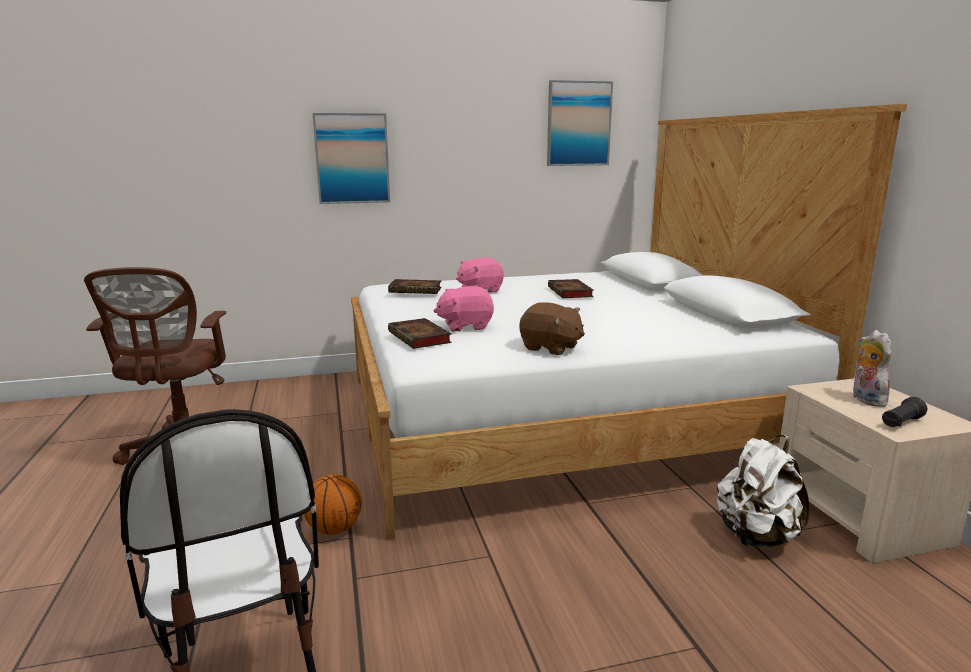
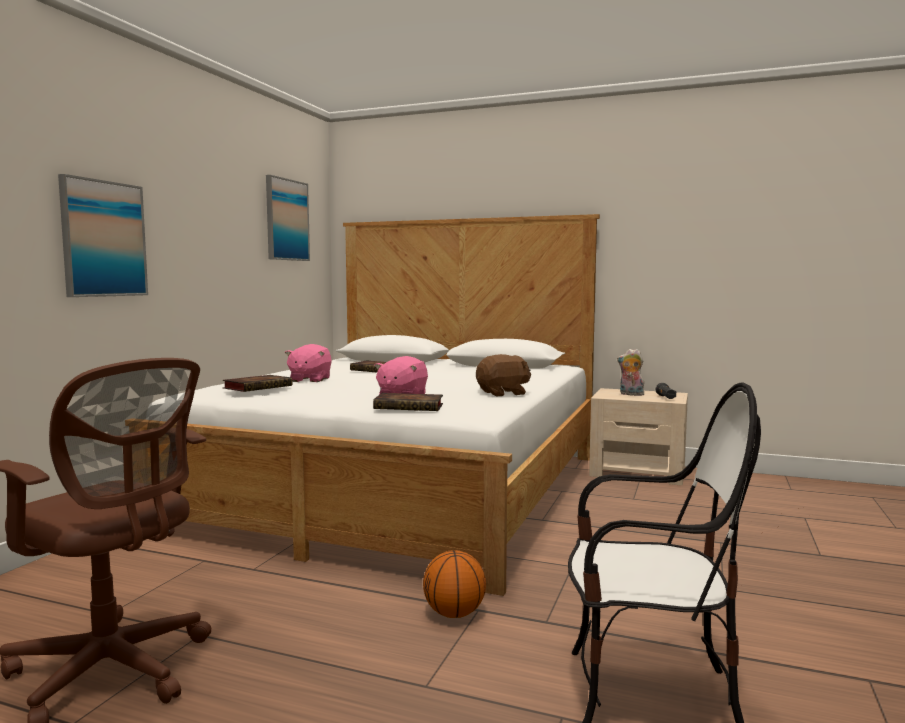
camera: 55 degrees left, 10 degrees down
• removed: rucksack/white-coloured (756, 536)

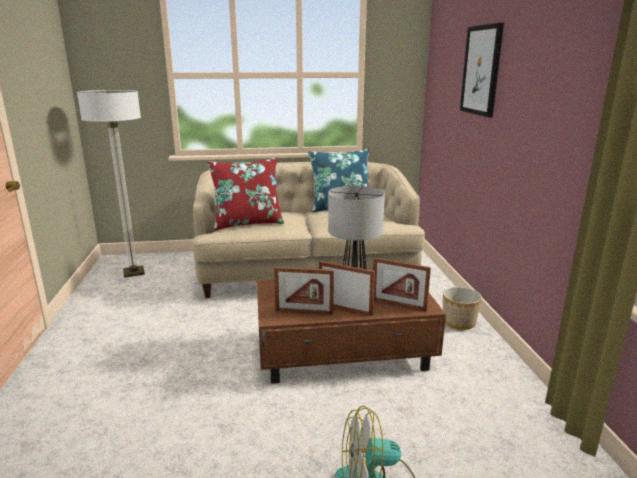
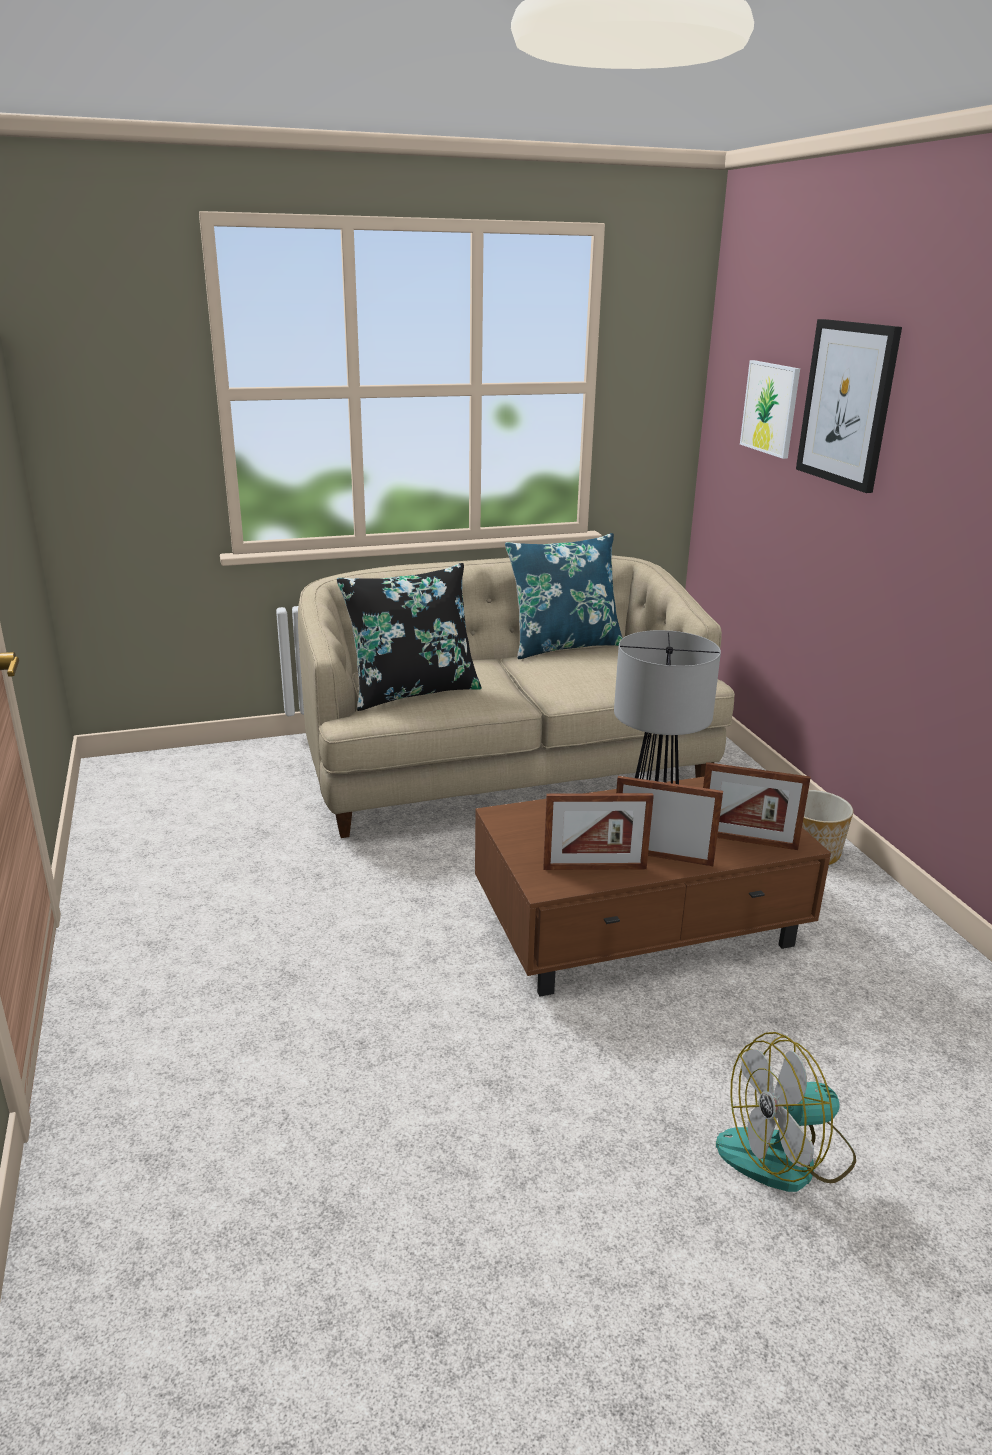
camera: 10 degrees left, 5 degrees up
• removed: standing lamp (134, 272)
• recoloured: throw pillow/reddish (247, 223) to throw pillow/blackish (412, 691)
• added: wall art (770, 408)

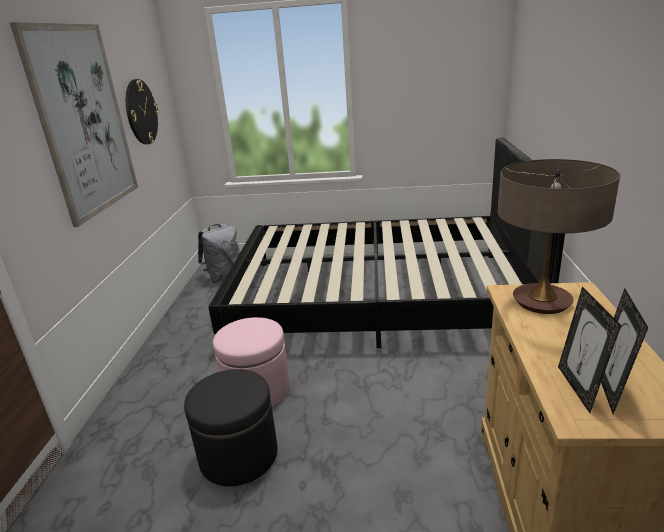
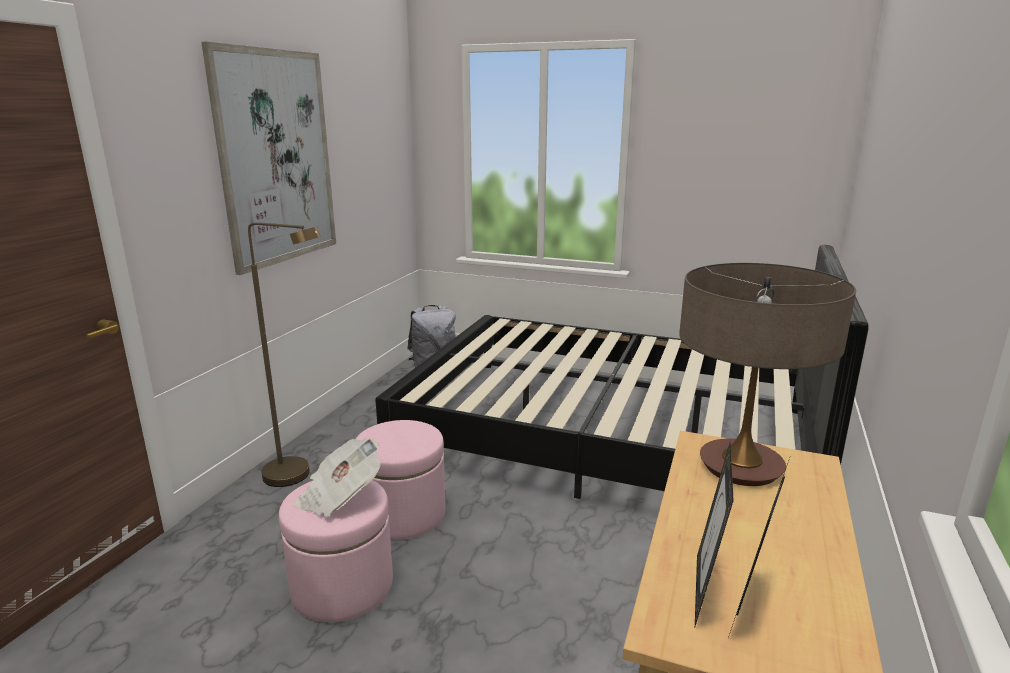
camera: 15 degrees right, 5 degrees down
• removed: clock on the wall (141, 112)
• recoloured: footrest/blackish (239, 455) to footrest/pink-coloured (342, 586)
• added: standing lamp/brown (298, 476)
• added: daily paper (339, 496)

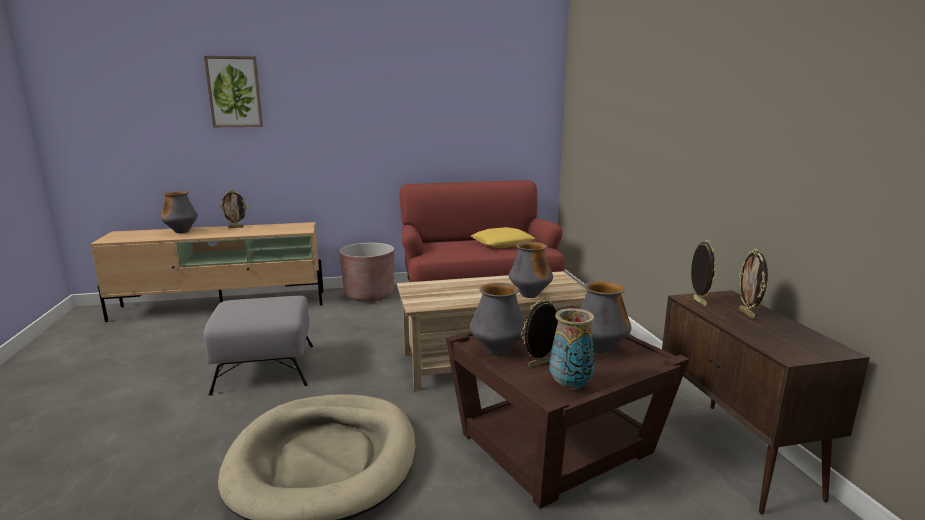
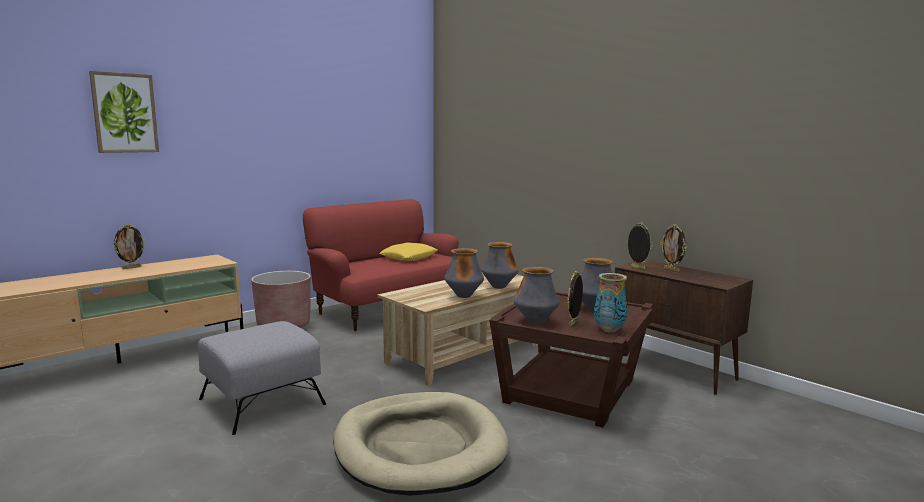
camera: 30 degrees left, 5 degrees down
• moved: flower vase (181, 232) to (464, 296)

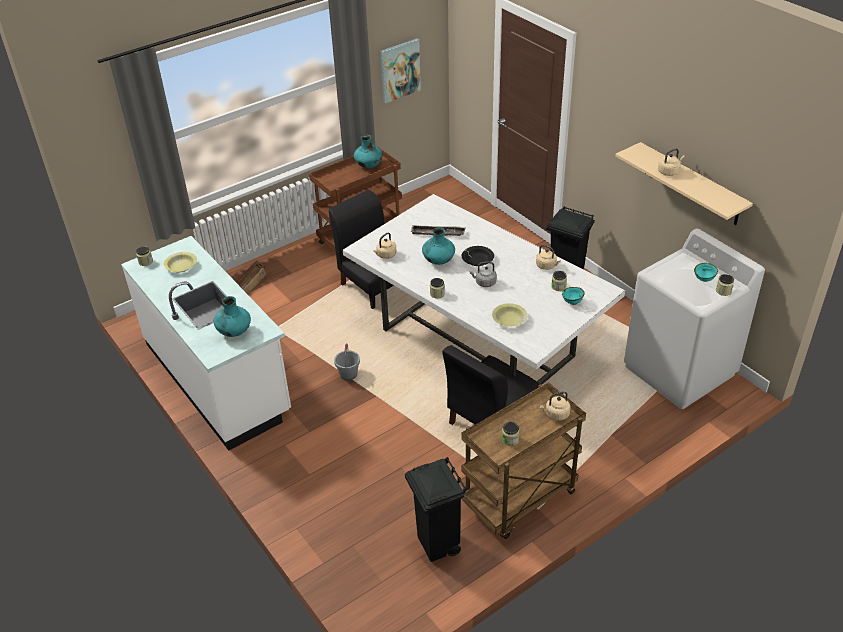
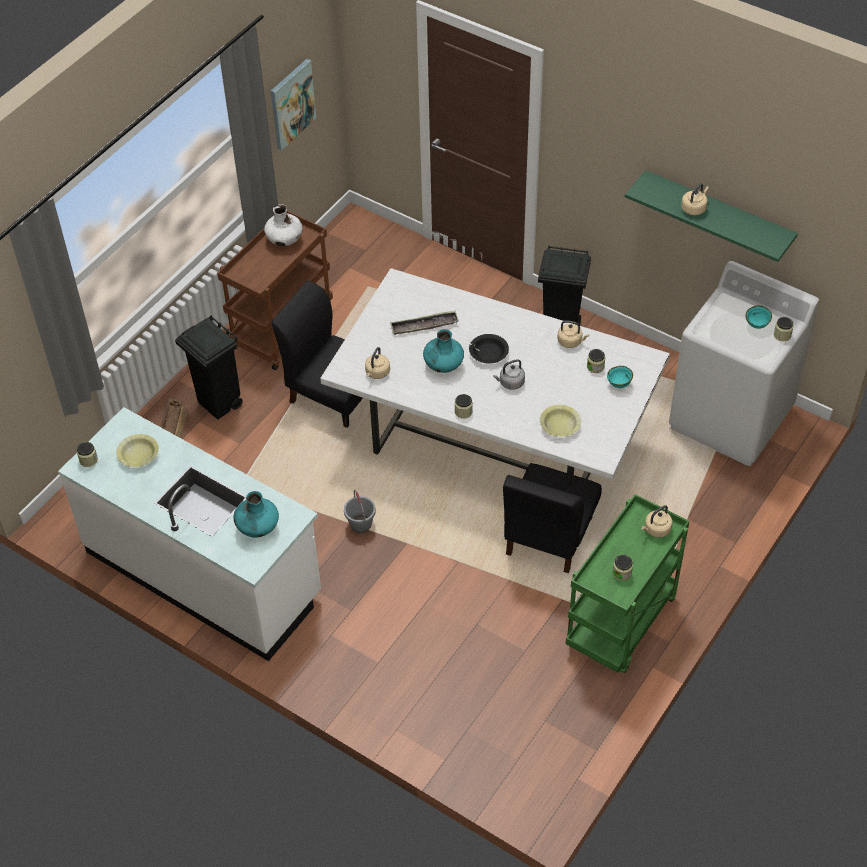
camera: 20 degrees left, 10 degrees up
• recoloured: flower vase/blue-green (369, 165) to flower vase/white-coloured (285, 240)
• recoloured: wall shelf/sand-coloured (691, 184) to wall shelf/greenish (718, 214)
• recoloured: cart/brown (519, 501) to cart/greenish (621, 625)
• moved: trash can/blackish (438, 545) to (219, 404)

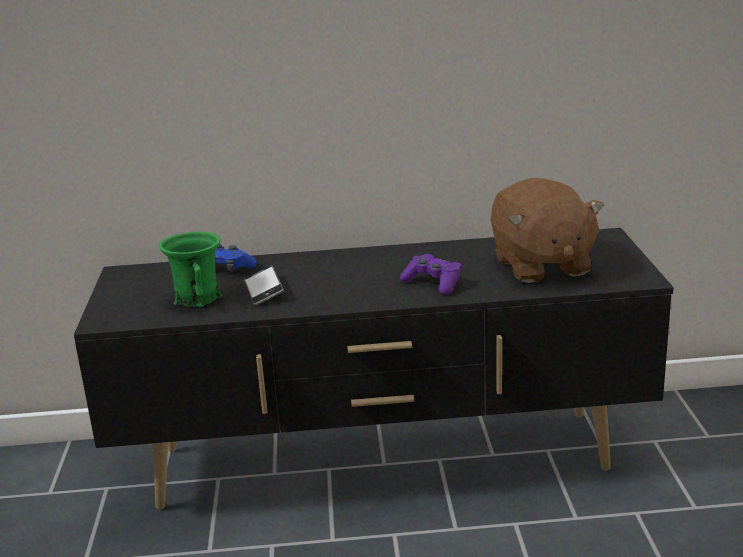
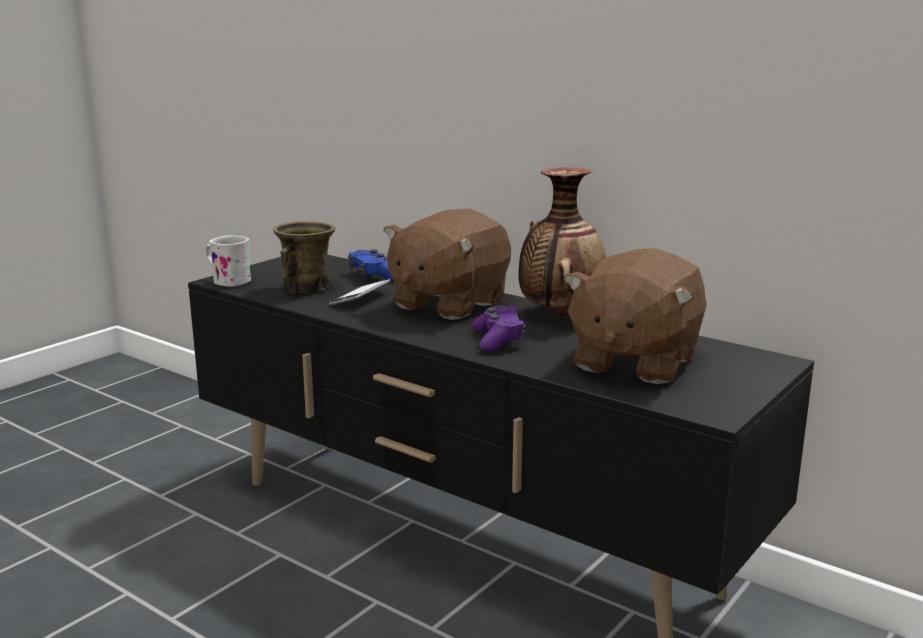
camera: 40 degrees right, 5 degrees down
• recoloured: coffee mug/greenish (198, 298) to coffee mug/brown (307, 287)
• added: flower vase (560, 314)
• added: cuddly toy/brown (448, 304)
• added: coffee mug/white-coloured (227, 281)

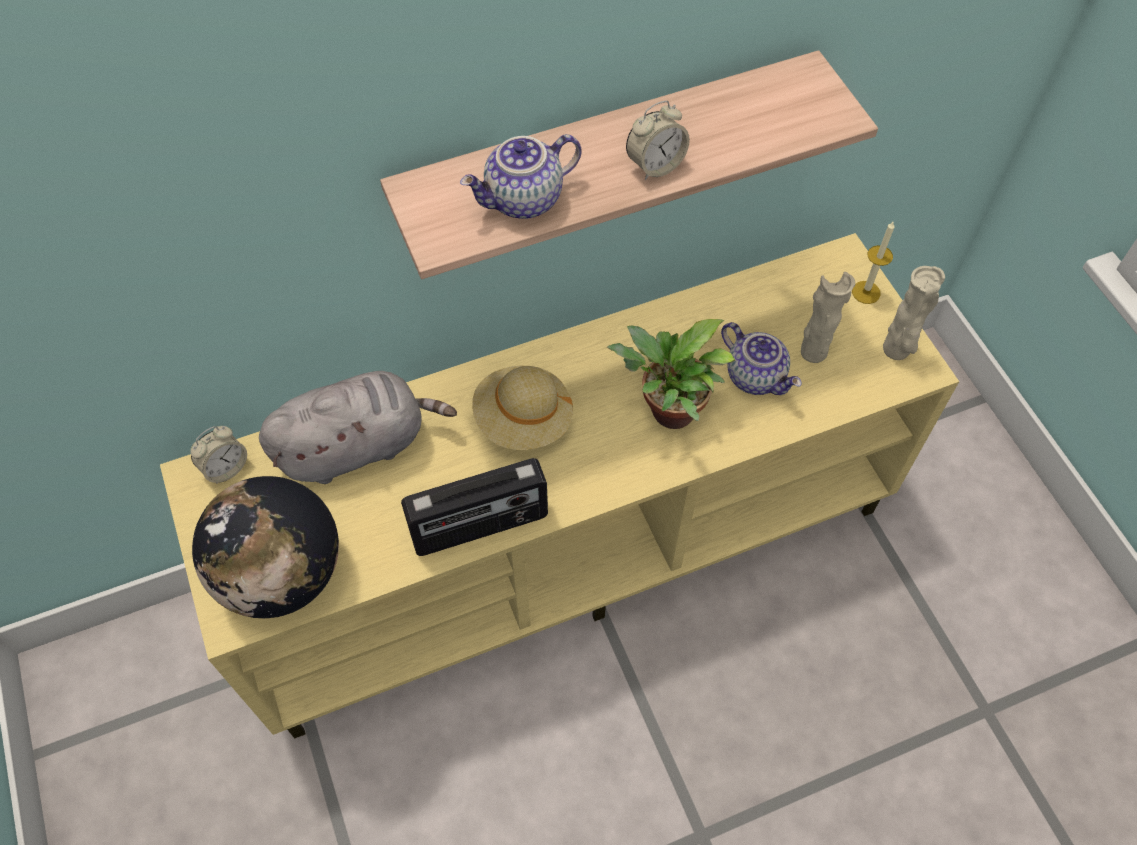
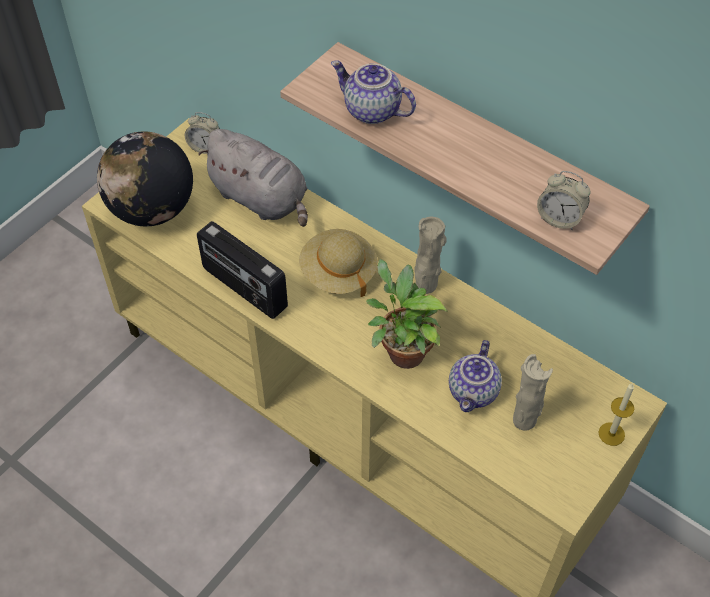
camera: 60 degrees right, 5 degrees down
• moved: alarm clock (655, 165) to (559, 218)
• moved: flower vase/sand-coloured (897, 351) to (425, 286)

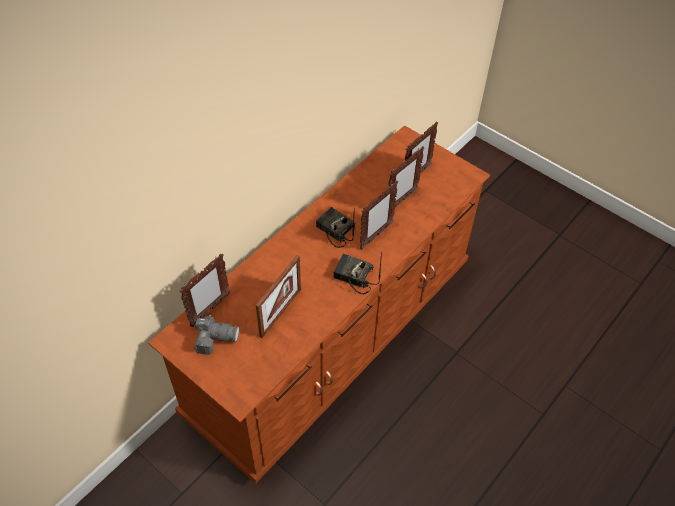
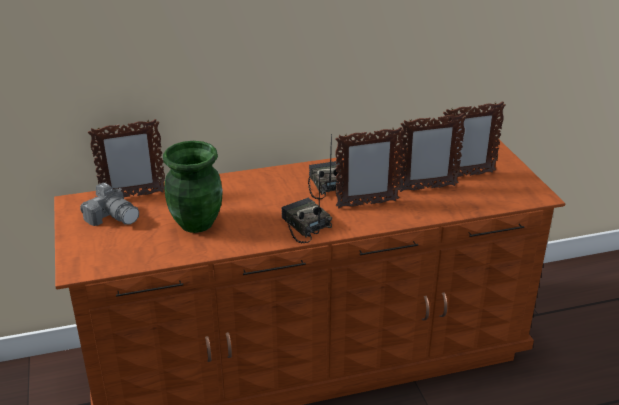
camera: 35 degrees right, 20 degrees down
• replaced: standing frame (280, 312) to flower vase/greenish (196, 223)

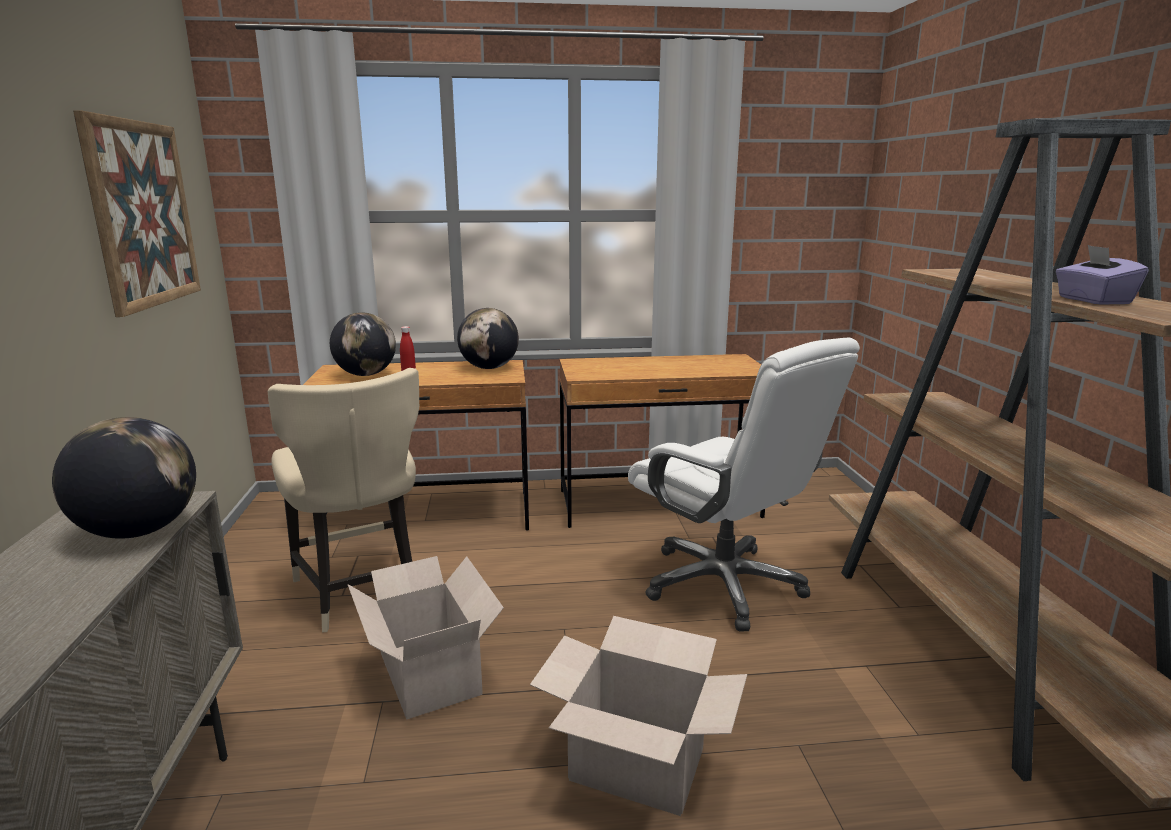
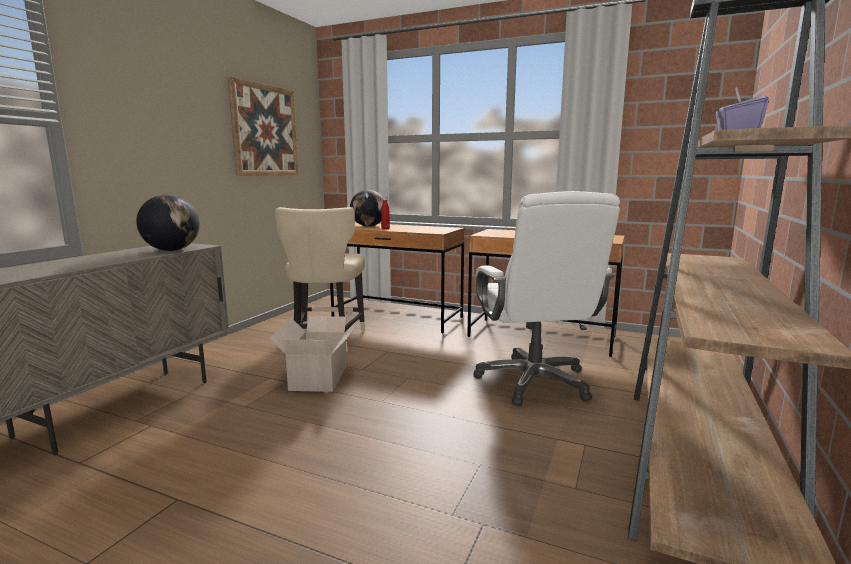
camera: 30 degrees right, 5 degrees down
• removed: world globe (489, 368)
• removed: carton (638, 763)

